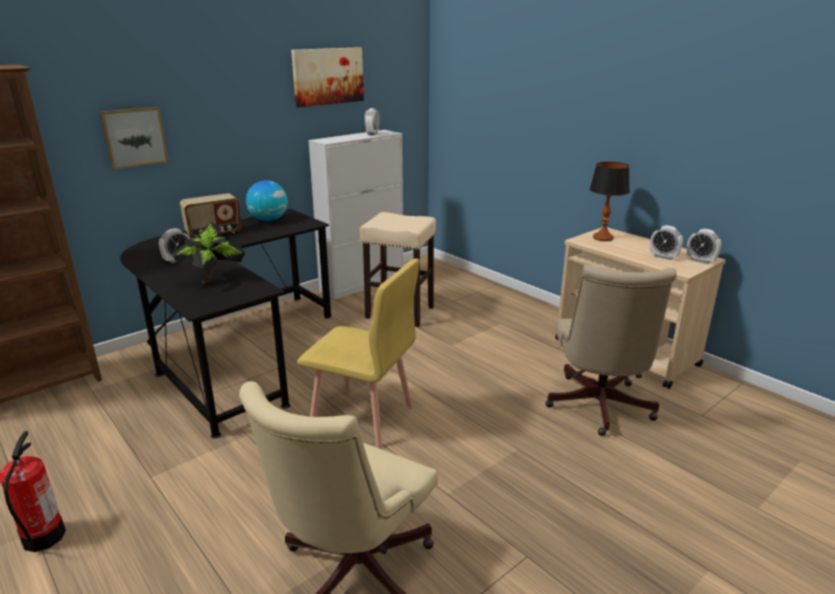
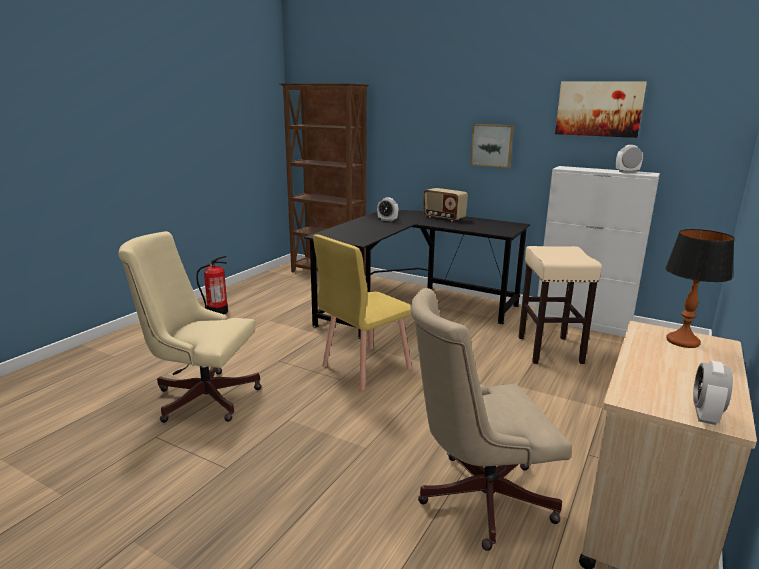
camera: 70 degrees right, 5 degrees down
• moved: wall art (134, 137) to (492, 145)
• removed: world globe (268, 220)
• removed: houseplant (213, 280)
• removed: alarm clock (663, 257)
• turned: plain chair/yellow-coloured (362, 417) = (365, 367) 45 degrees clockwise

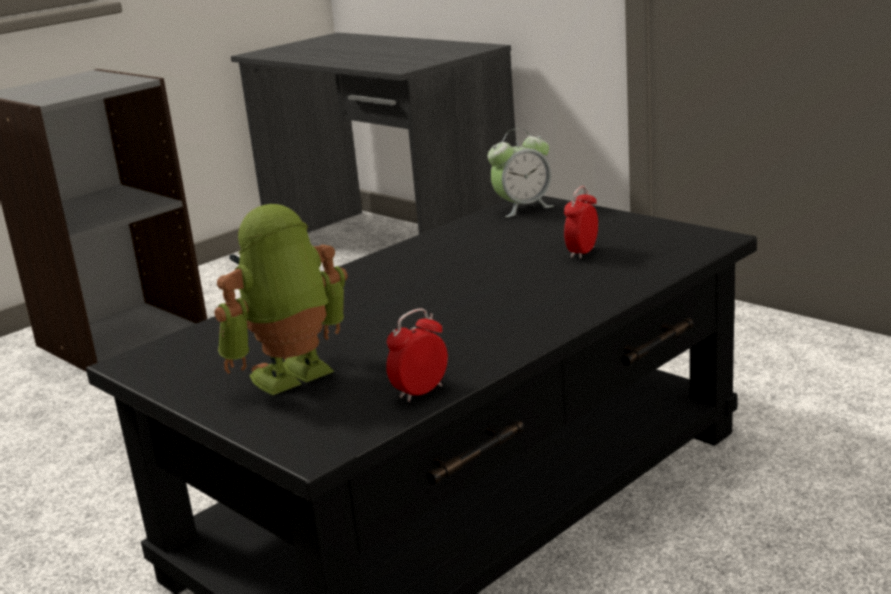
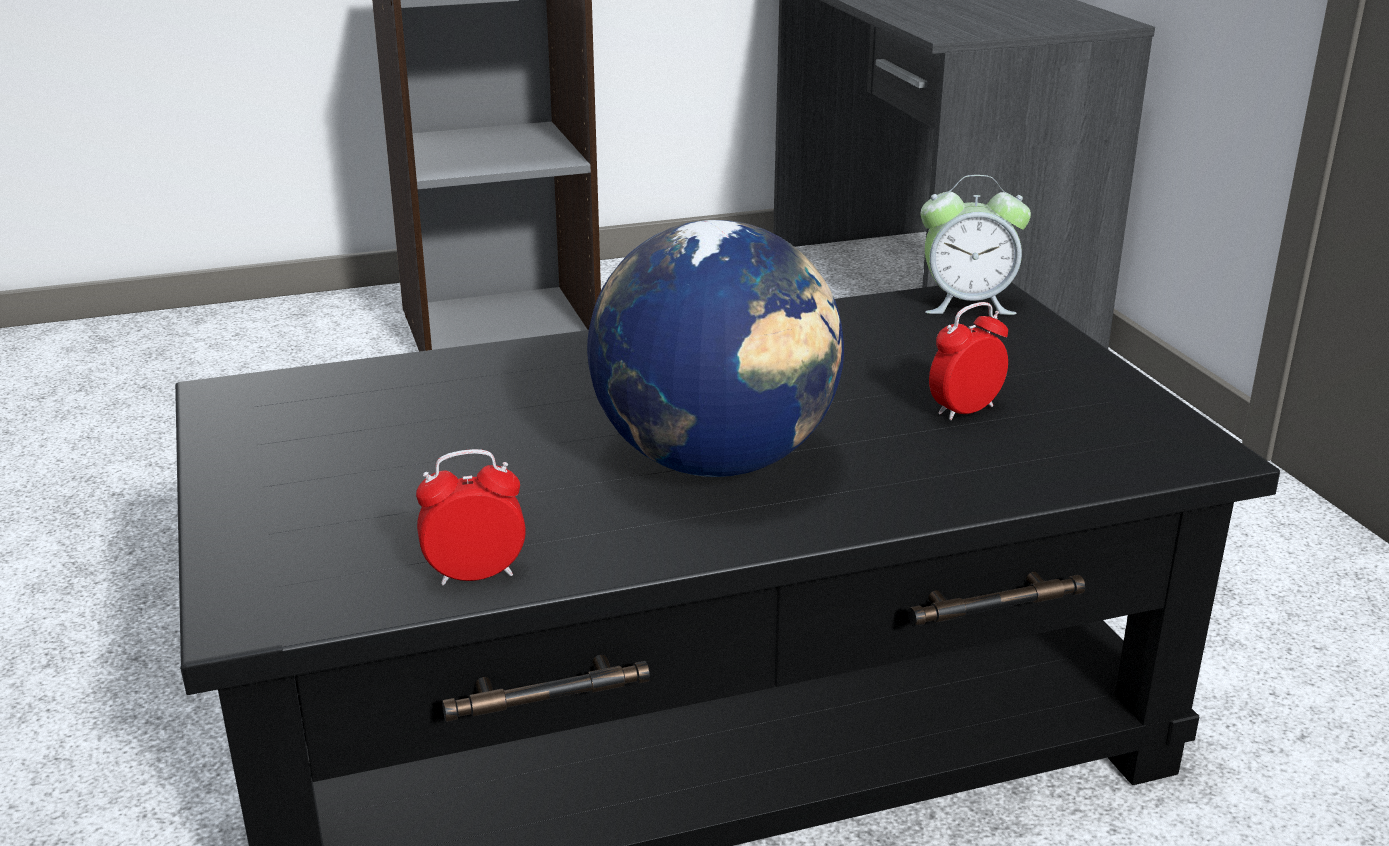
camera: 25 degrees right, 5 degrees up
• removed: robot figure (293, 378)
• added: world globe (716, 461)

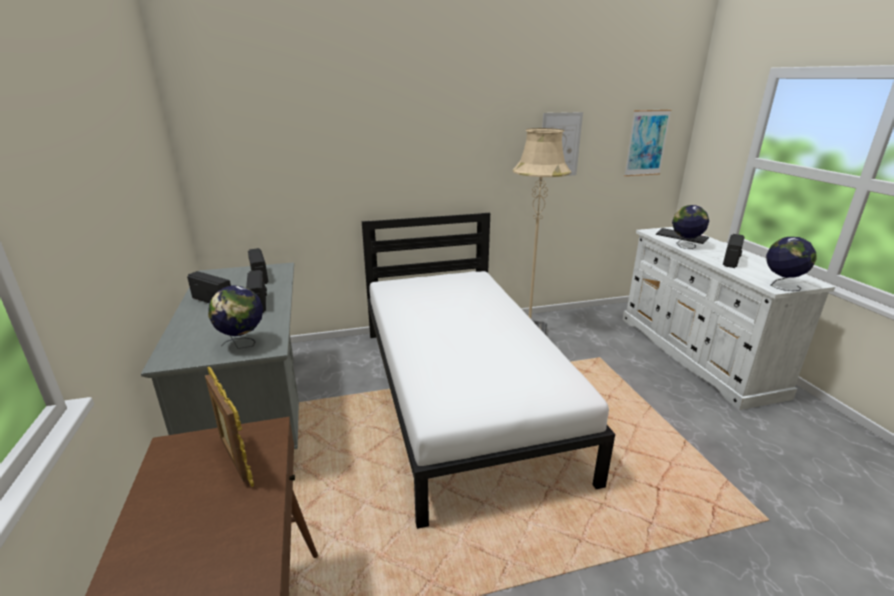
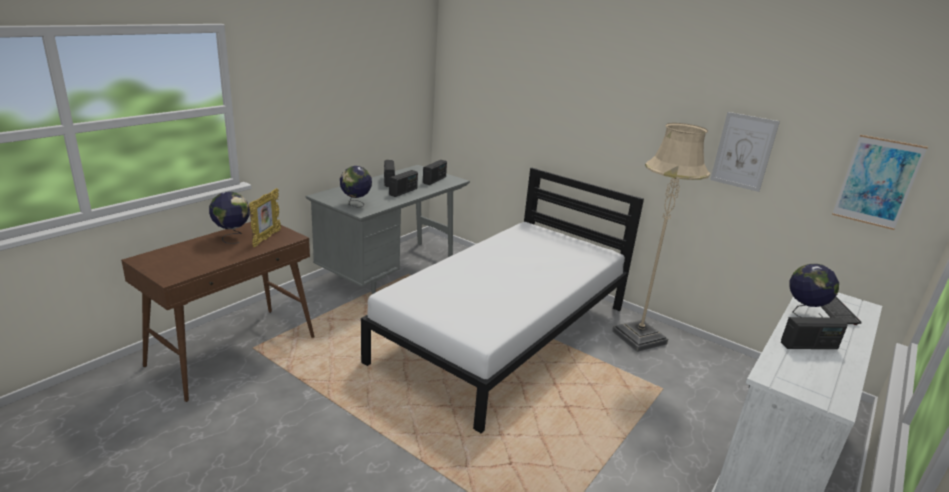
camera: 50 degrees right, 0 degrees up
• moved: world globe (781, 286) to (232, 237)

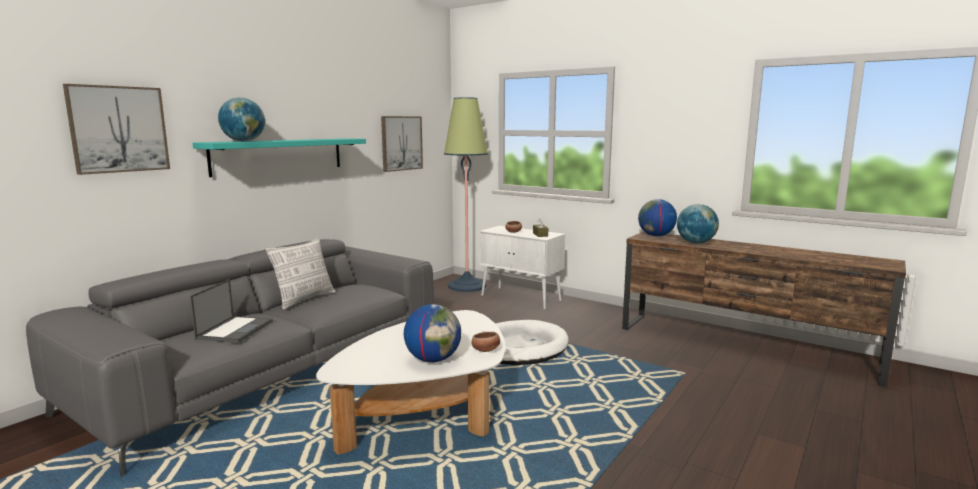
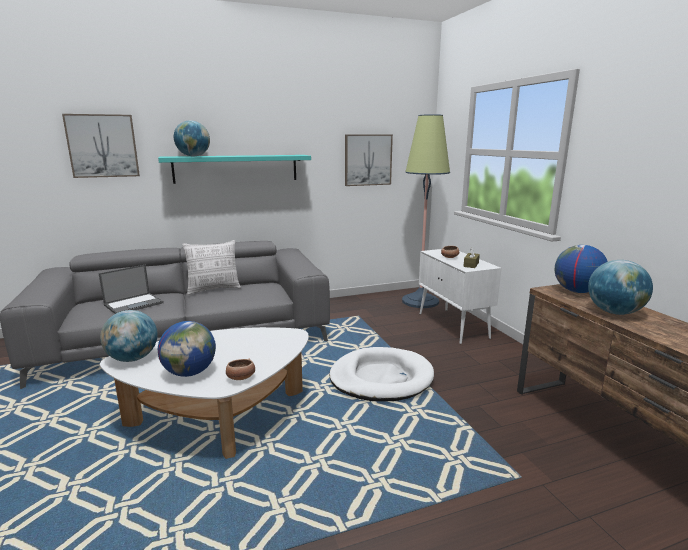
camera: 35 degrees right, 5 degrees up
• added: world globe (133, 358)

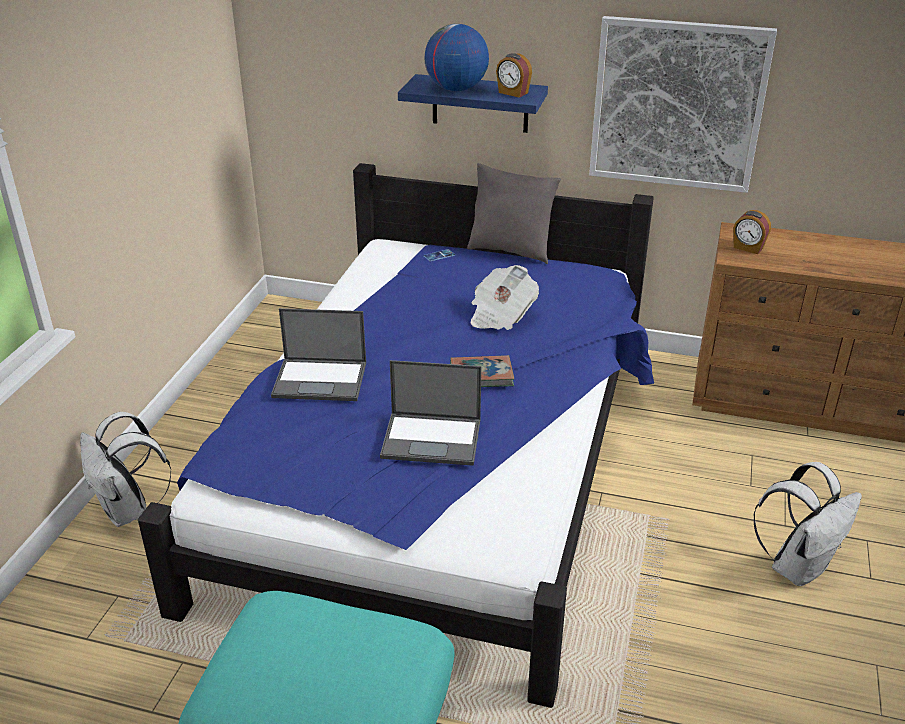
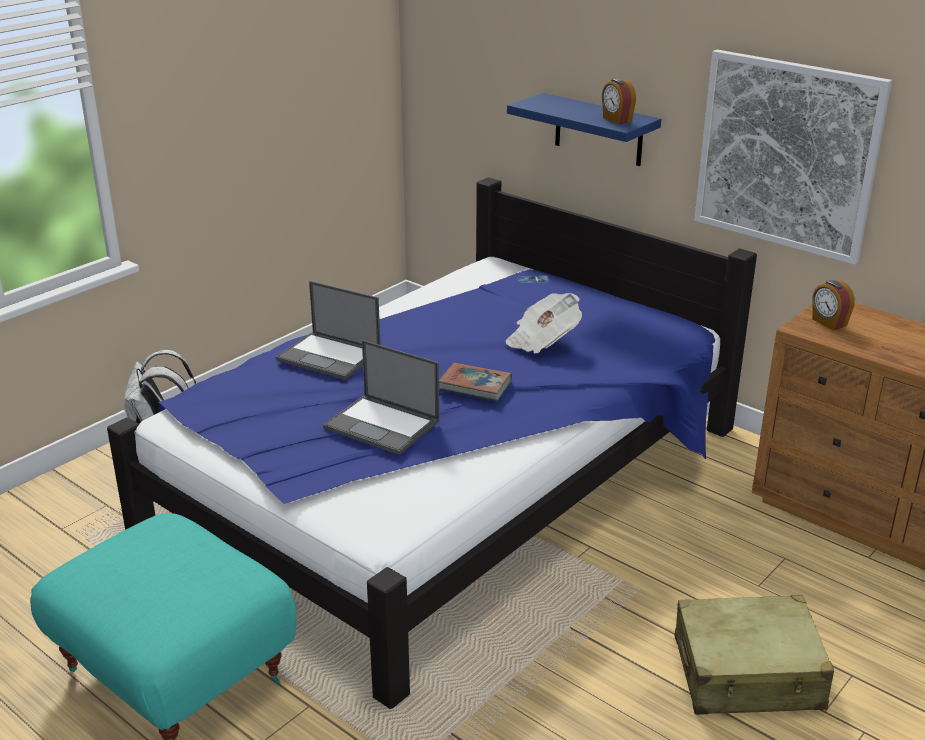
camera: 25 degrees right, 5 degrees down
• removed: world globe (456, 89)
• removed: throw pillow/greyish (510, 251)
• replaced: rucksack/white-coloured (798, 566) to travel case/sand-coloured (748, 674)

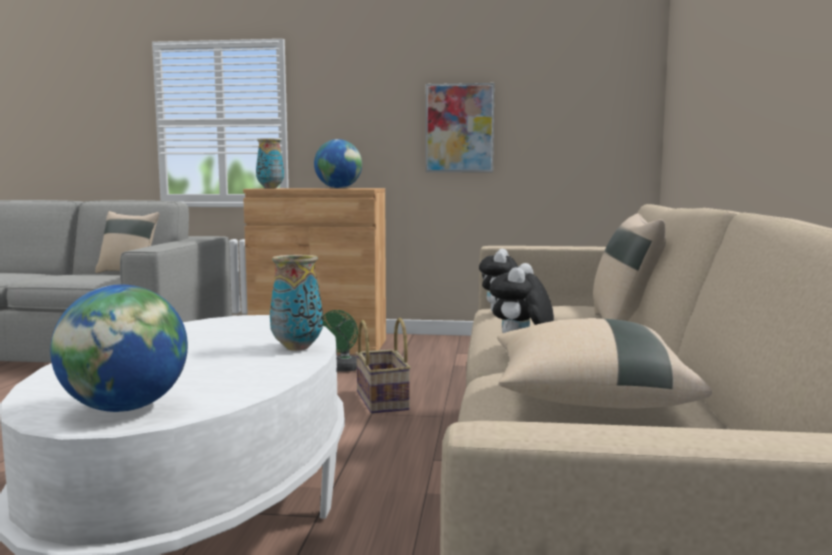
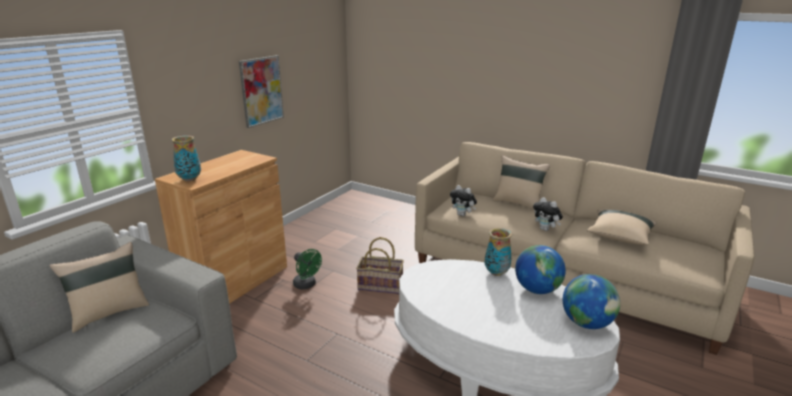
camera: 65 degrees left, 15 degrees up
• moved: world globe (338, 188) to (537, 290)

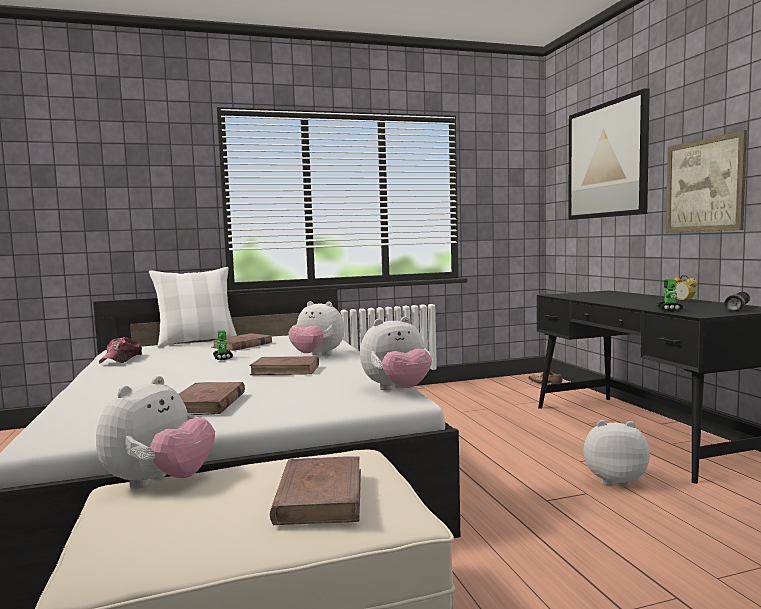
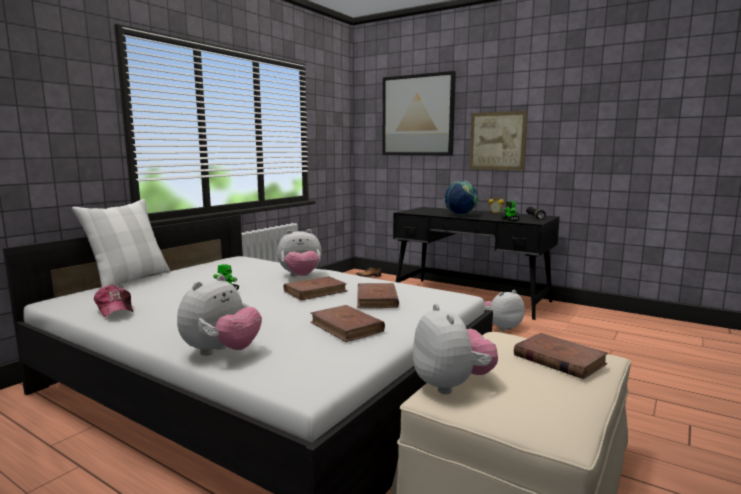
camera: 40 degrees left, 5 degrees up
• moved: cuddly toy (397, 390) to (221, 352)
• moved: book/brown (242, 345) to (377, 299)
• added: world globe (460, 215)

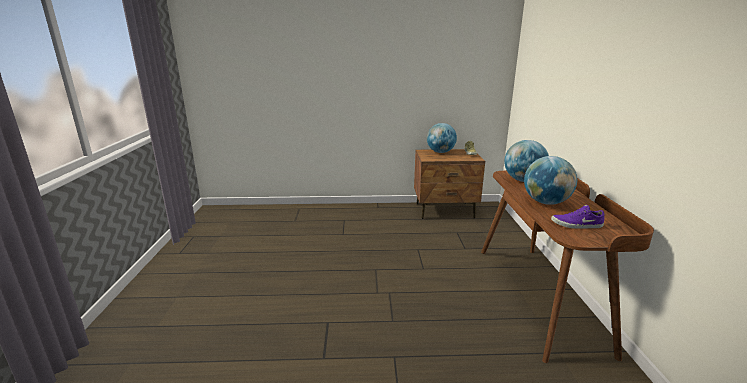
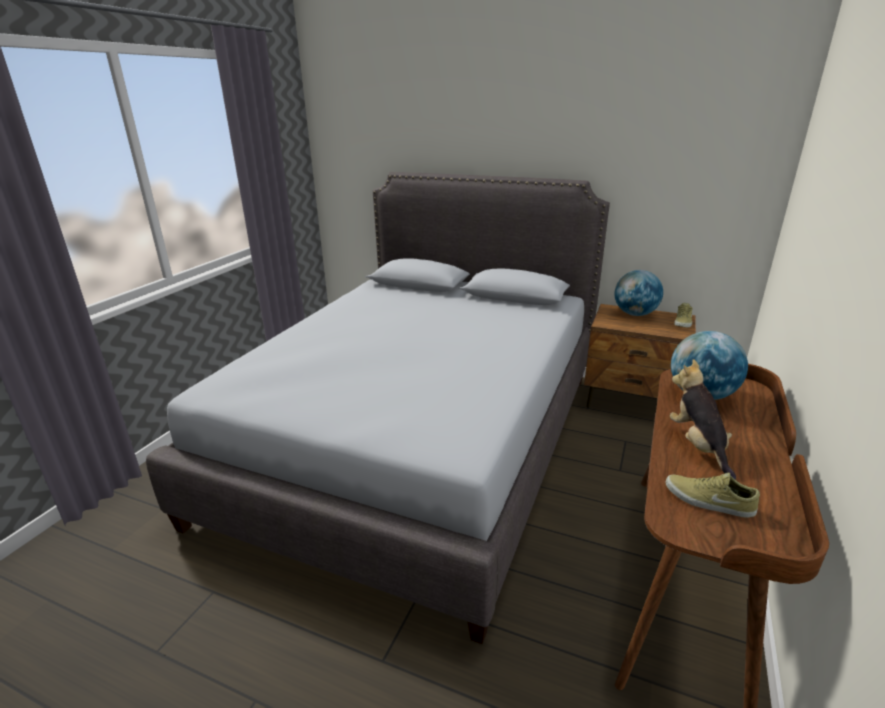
camera: 25 degrees right, 5 degrees up
• replaced: world globe (546, 202) to cuddly toy (698, 445)
• recoloured: low shoe/purple (577, 225) to low shoe/sand-coloured (708, 501)
• added: bedroom bed/greyish (420, 440)

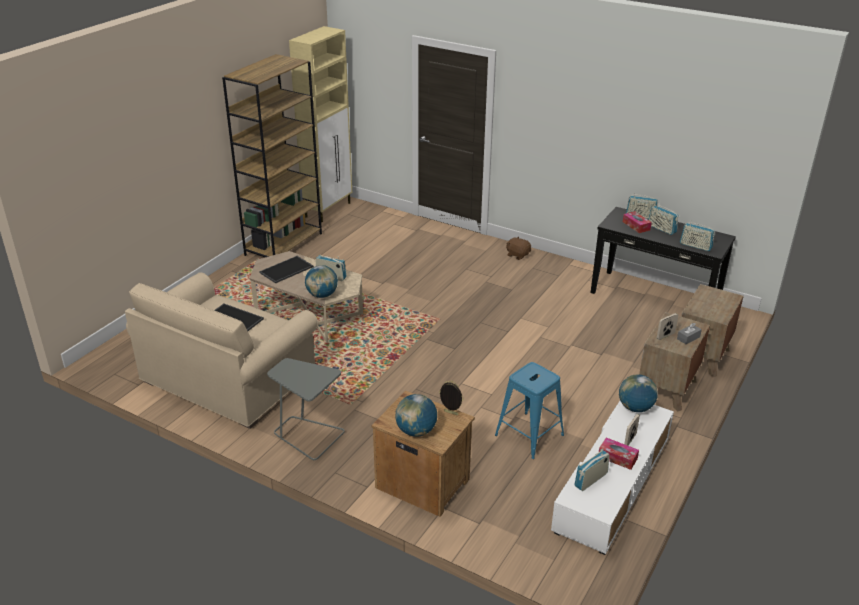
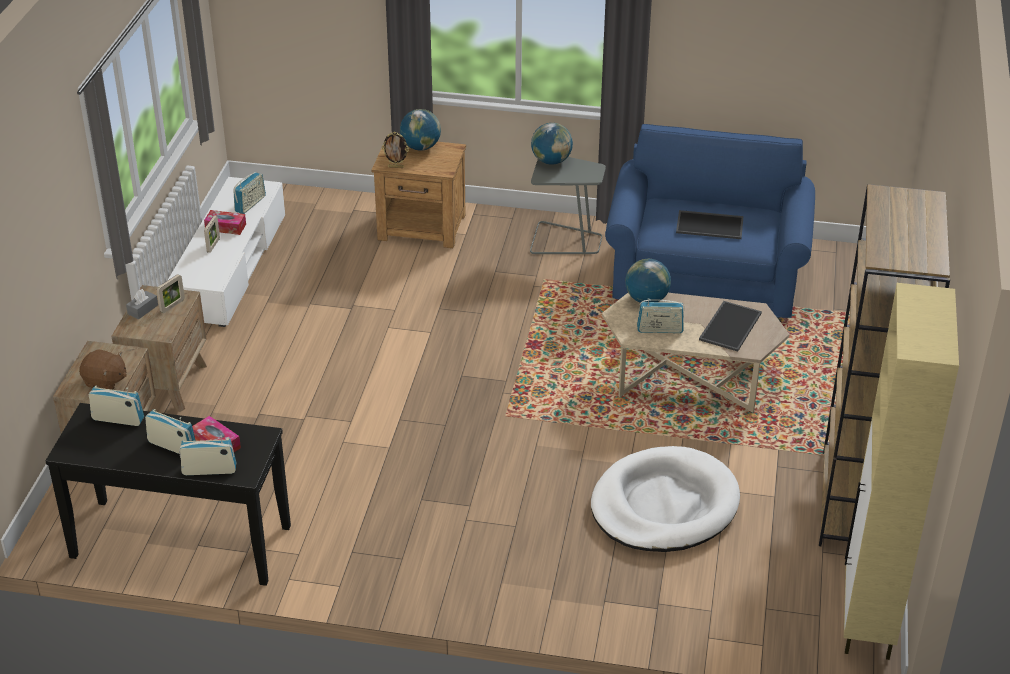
camera: 160 degrees right, 5 degrees up
• moved: cuddly toy/brown (518, 255) to (105, 381)
• recoloured: couch/sand-coloured (228, 378) to couch/blue (706, 276)
• removed: sitting stool/blue (529, 435)
• moved: world globe (635, 408) to (551, 161)
• added: dog cushion/white-coloured (664, 505)

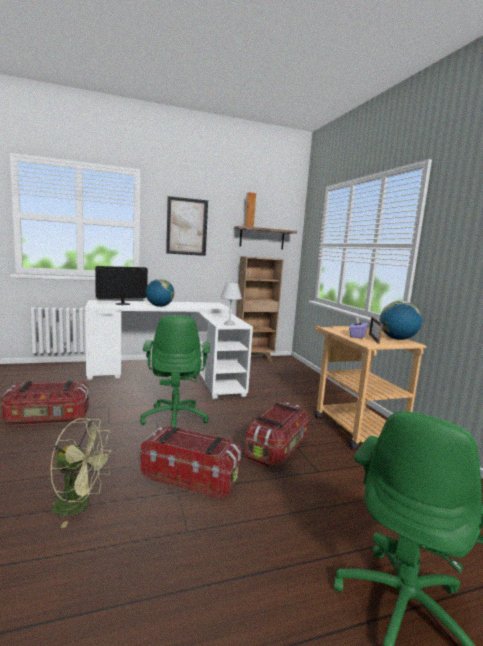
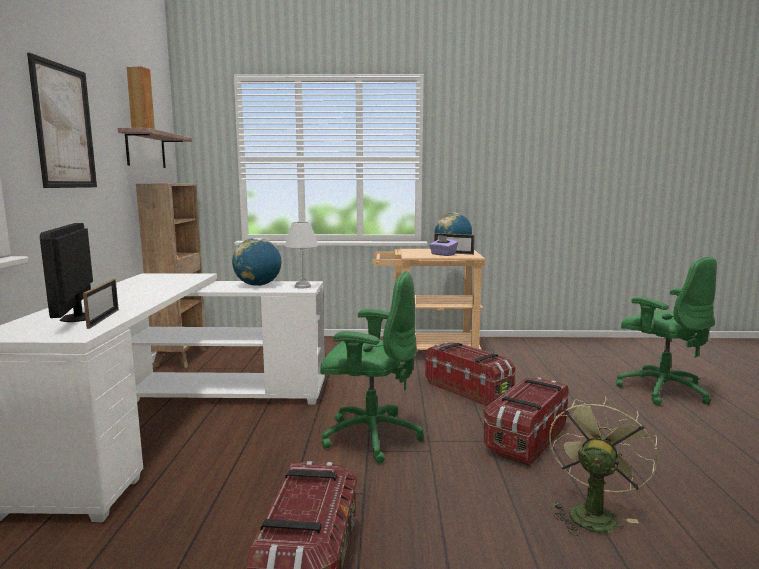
camera: 70 degrees left, 0 degrees up
• moved: world globe (159, 306) to (258, 285)
• added: standing frame (103, 318)

